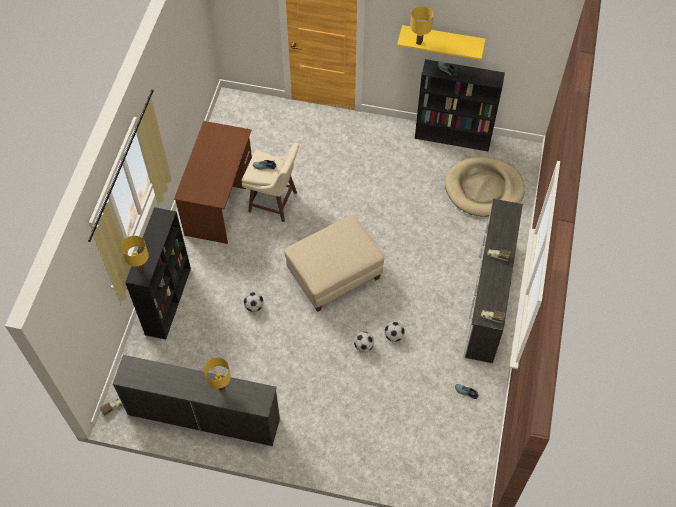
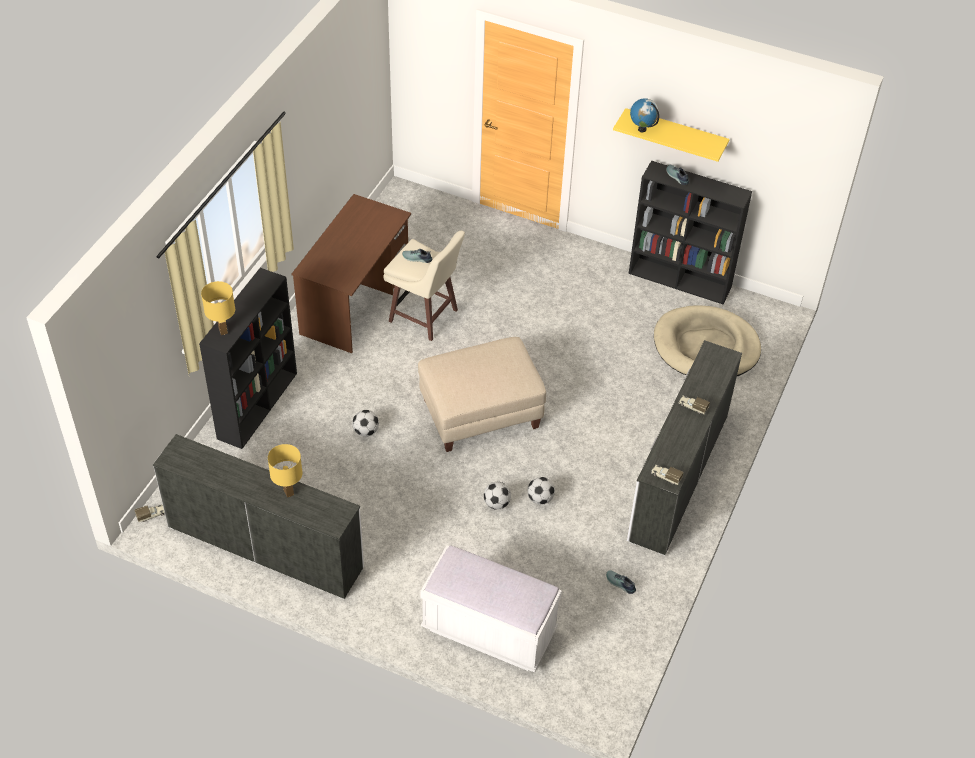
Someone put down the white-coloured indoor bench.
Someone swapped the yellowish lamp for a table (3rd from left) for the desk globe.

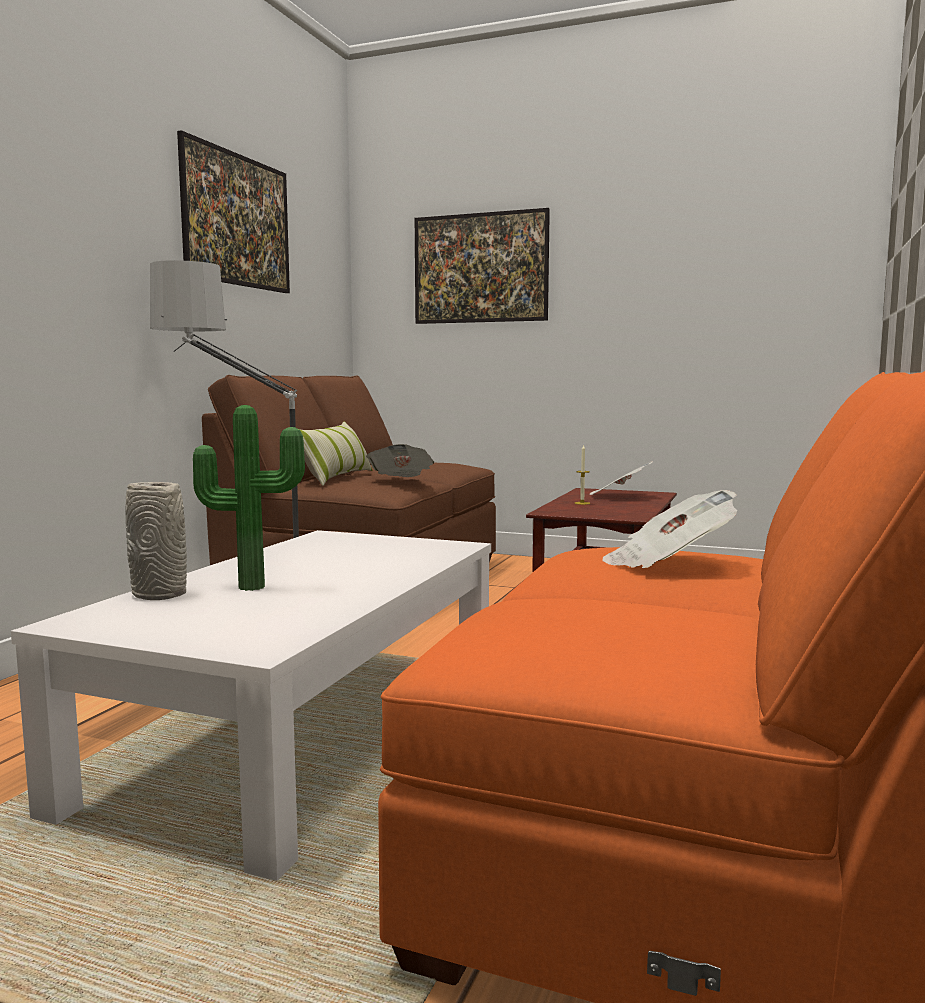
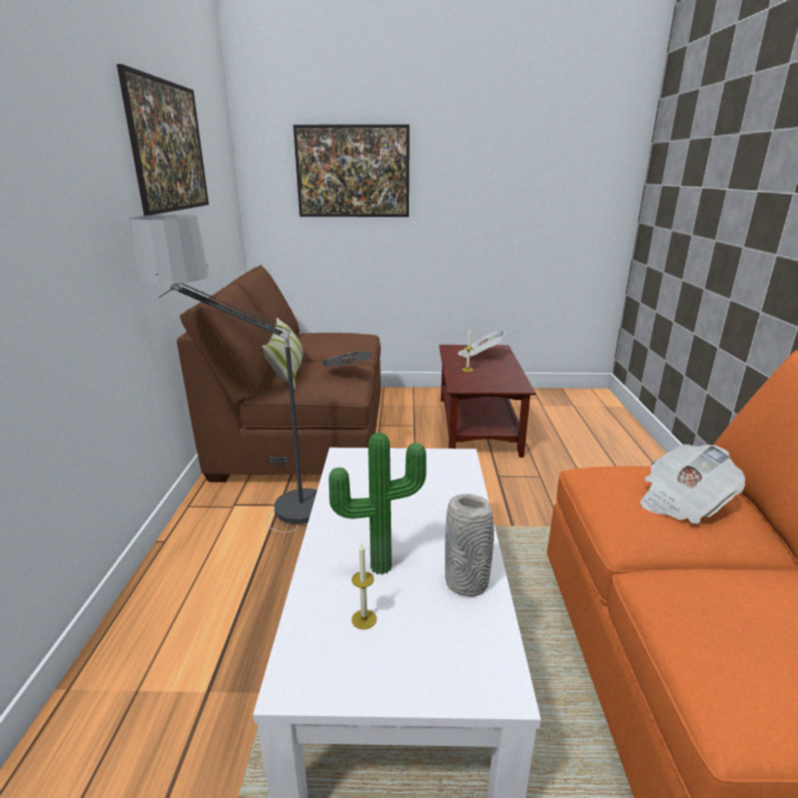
Someone put down the wax candle (1st from left).
Someone carried the greyish vase.

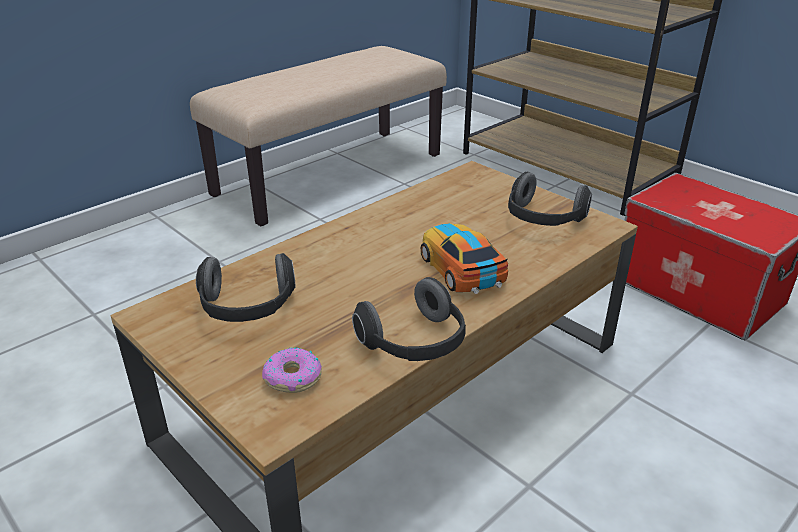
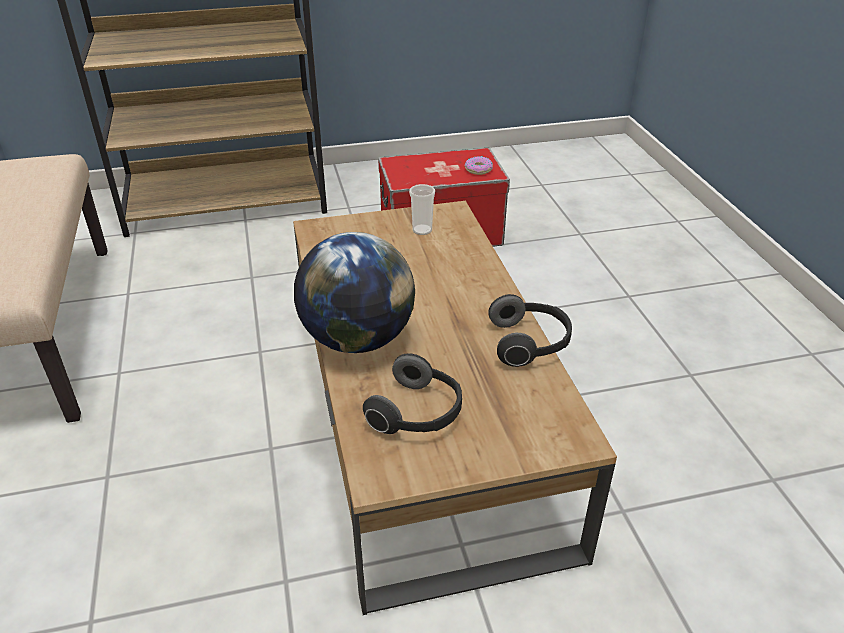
Someone put down the desk globe.
Someone swapped the pair of headphones (3rd from left) for the cup.
Someone carried the ring doughnut.
Someone took away the toy car.

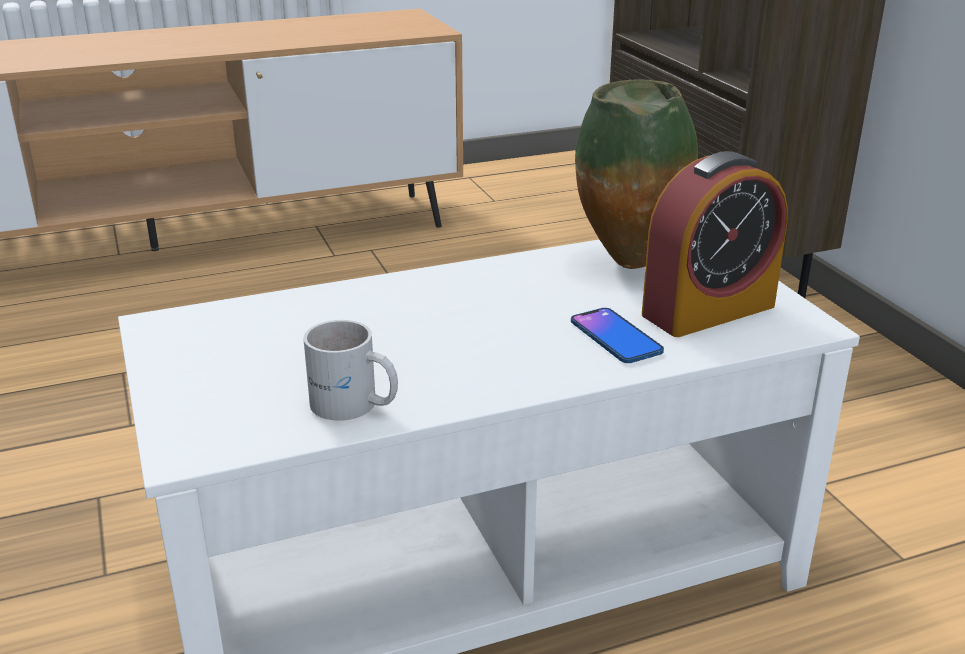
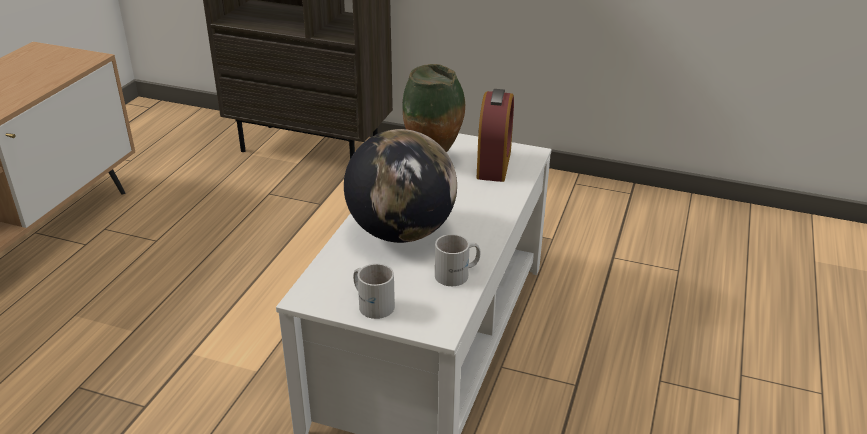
Someone put down the desk globe.
Someone put down the white-coloured coffee mug (1st from left).
Someone took away the handset.

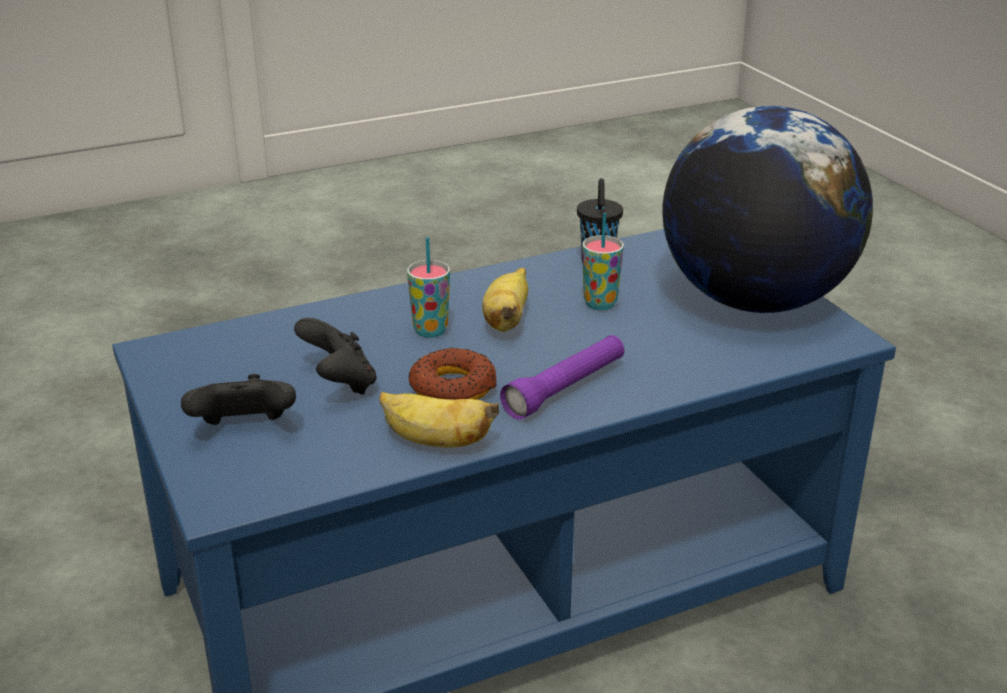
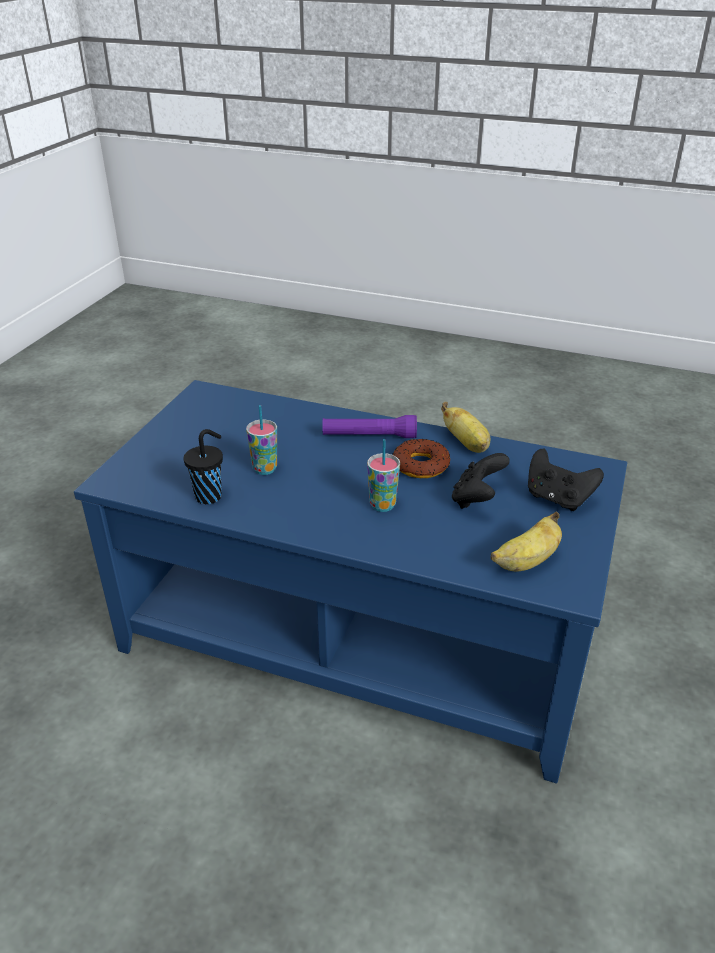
Someone carried the whole banana (2nd from left).
Someone took away the desk globe.

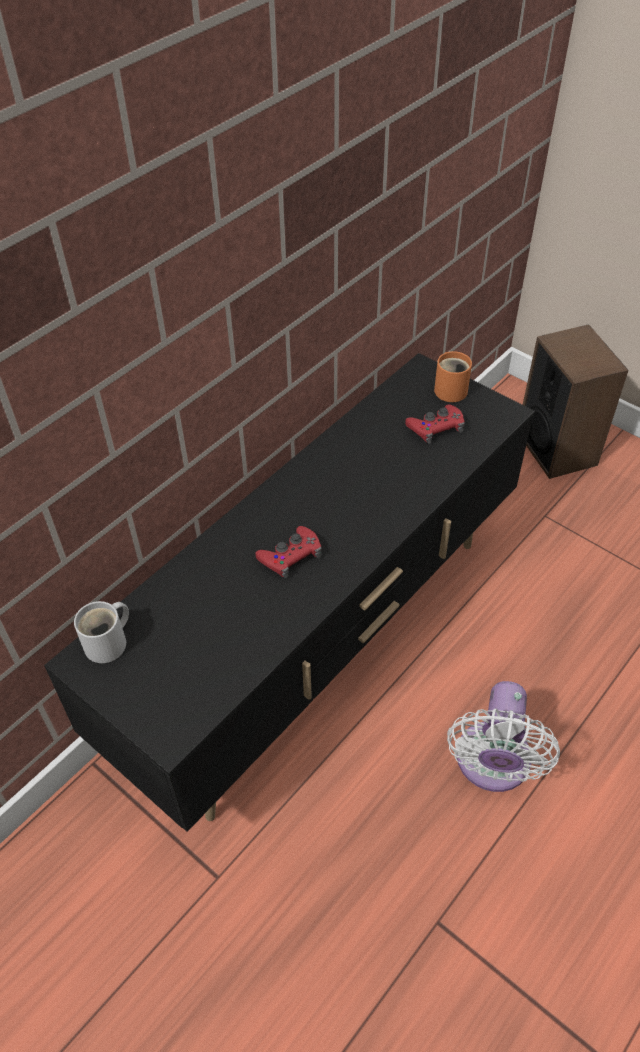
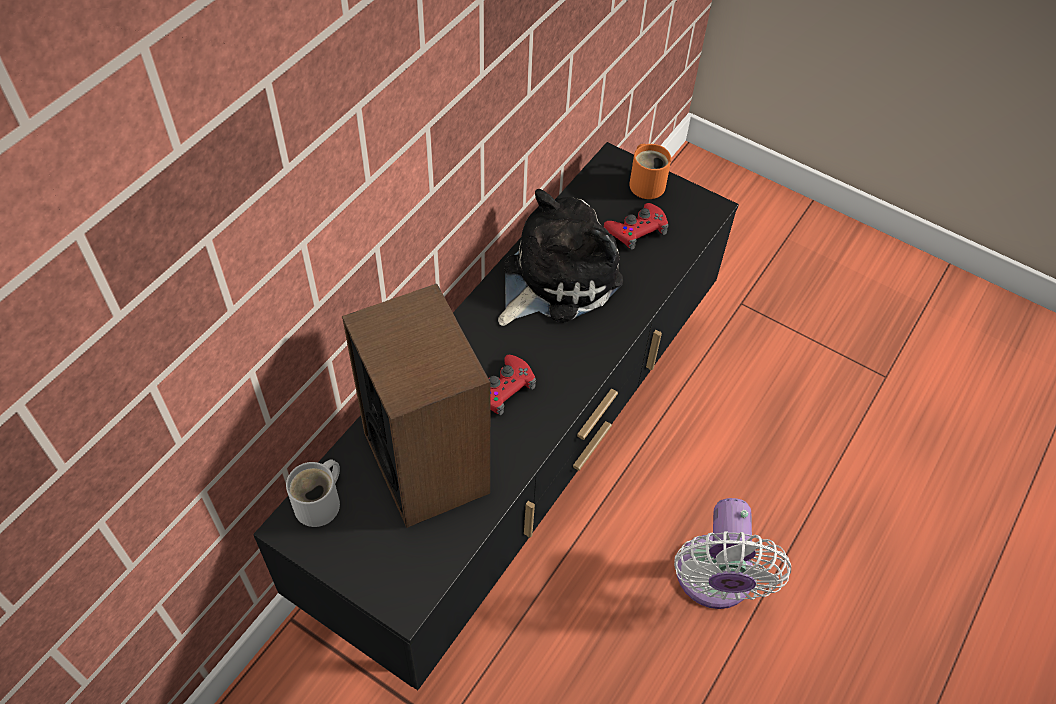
Someone carried the loudspeaker.
Someone put down the soft toy.

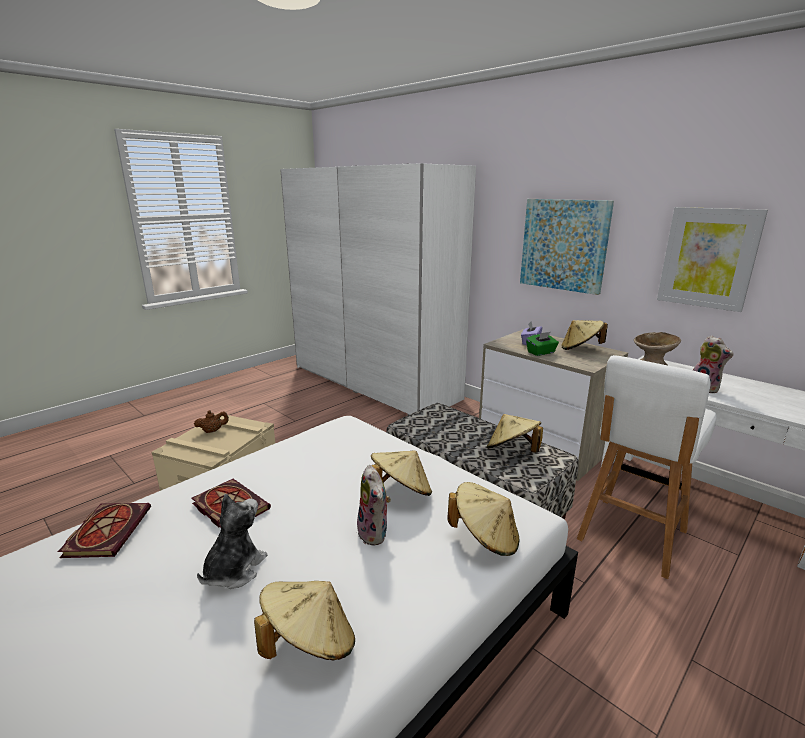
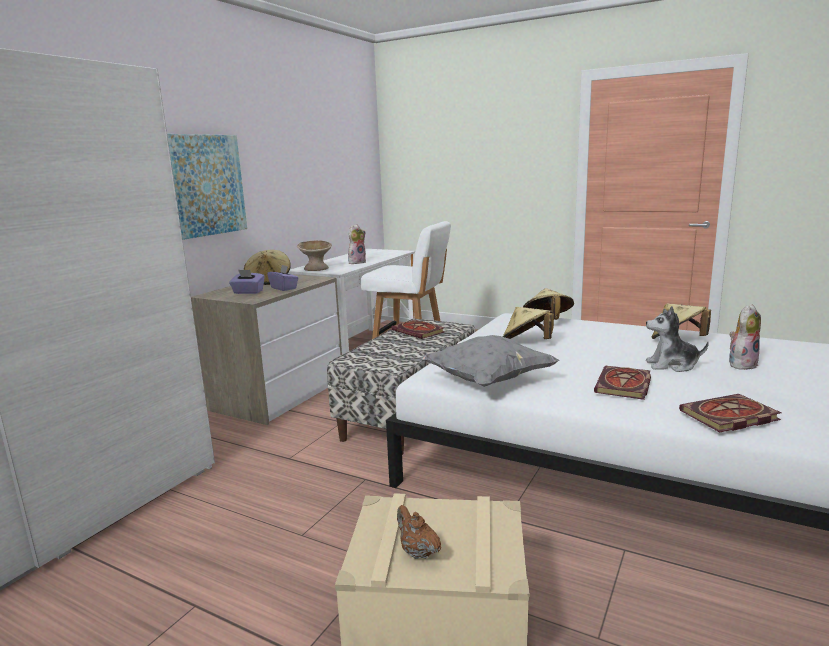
Someone repainted the green-coloured box of tissues, which became the purple-coloured box of tissues (2nd from left).
Someone swapped the beige hat (4th from left) for the volume (1st from left).
Someone put down the greyish pillow.
Someone carried the soft toy (2nd from left in the first image).
Someone took away the wall picture (2nd from left).

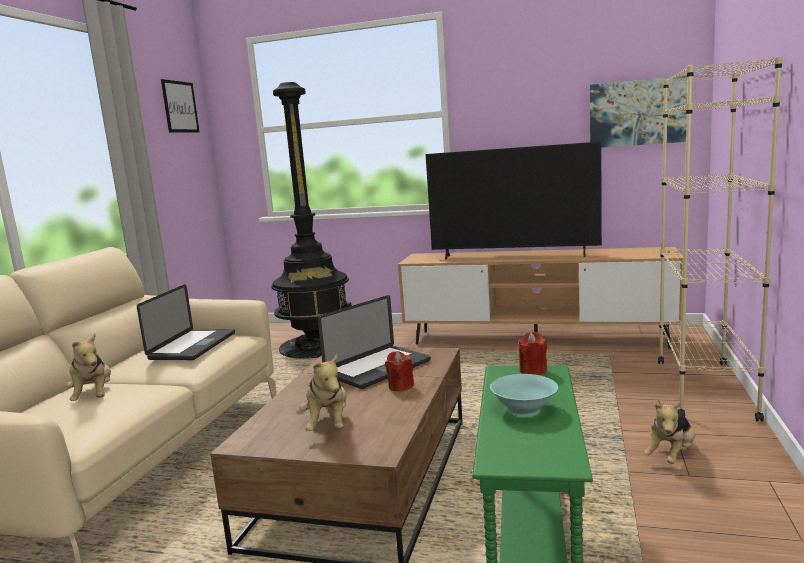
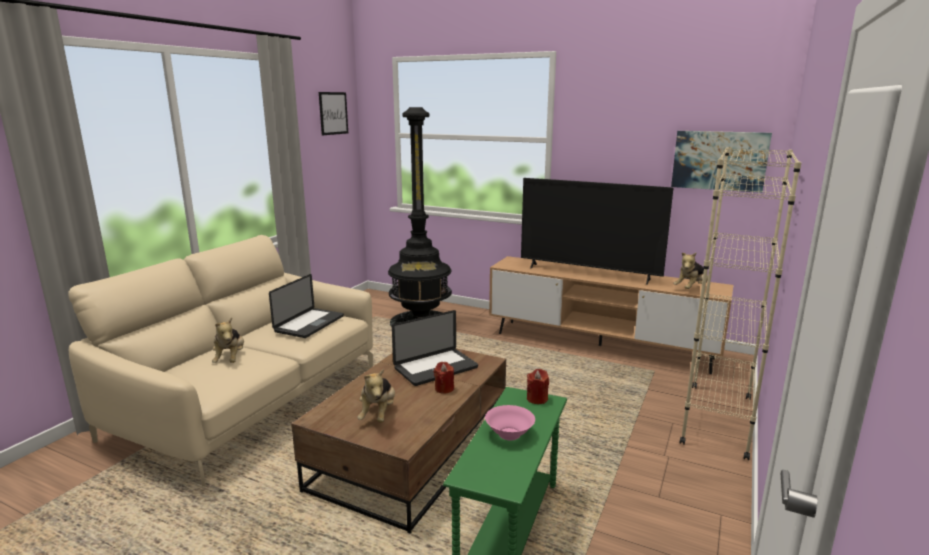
Someone repainted the blue-green serving bowl, which became the pink serving bowl.
Someone carried the soft toy (3rd from left).

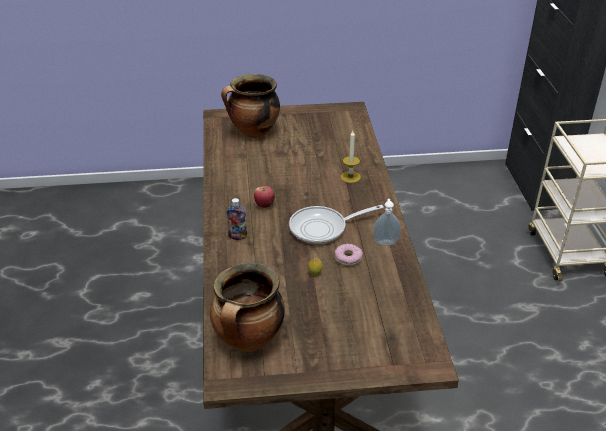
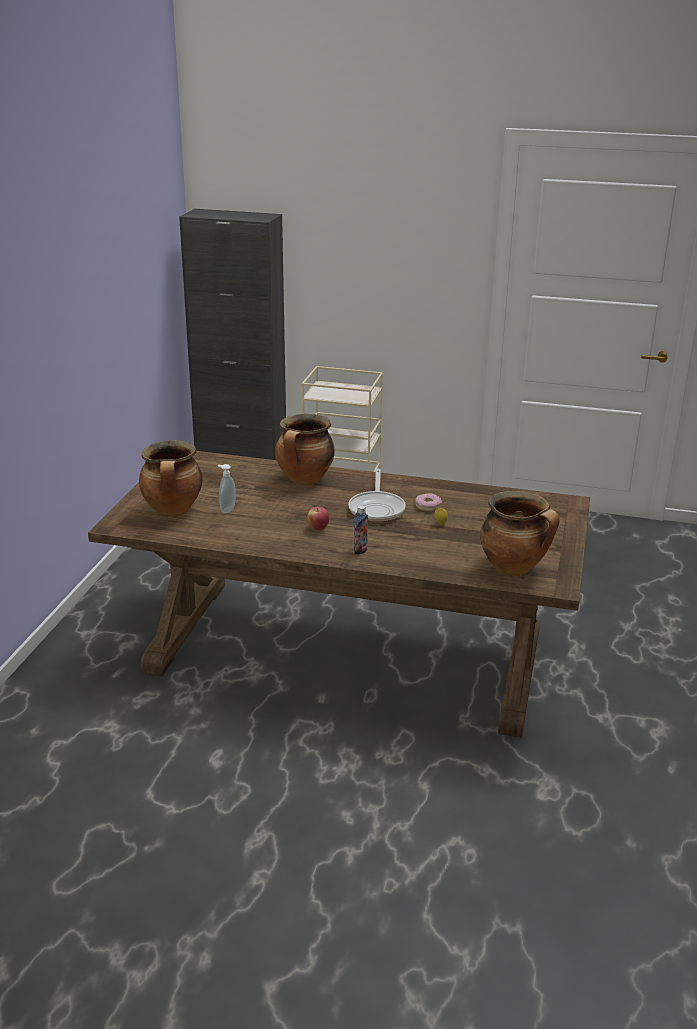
Someone carried the soap bottle.
Someone swapped the wax candle for the saucepot (2nd from left).

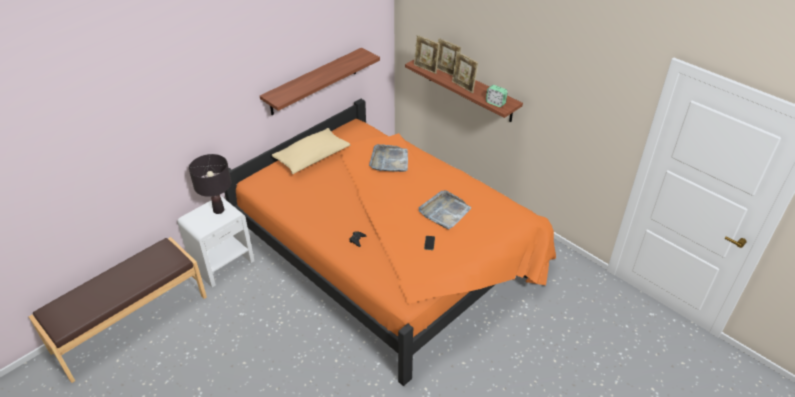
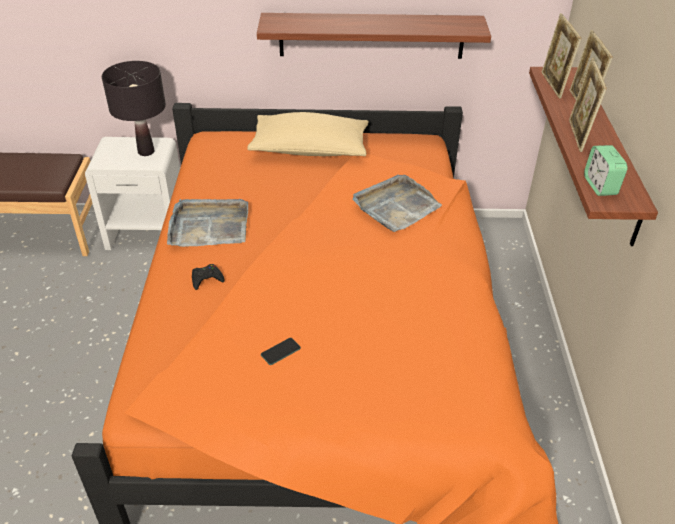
Someone carried the greyish carrying tray (2nd from left in the first image).

